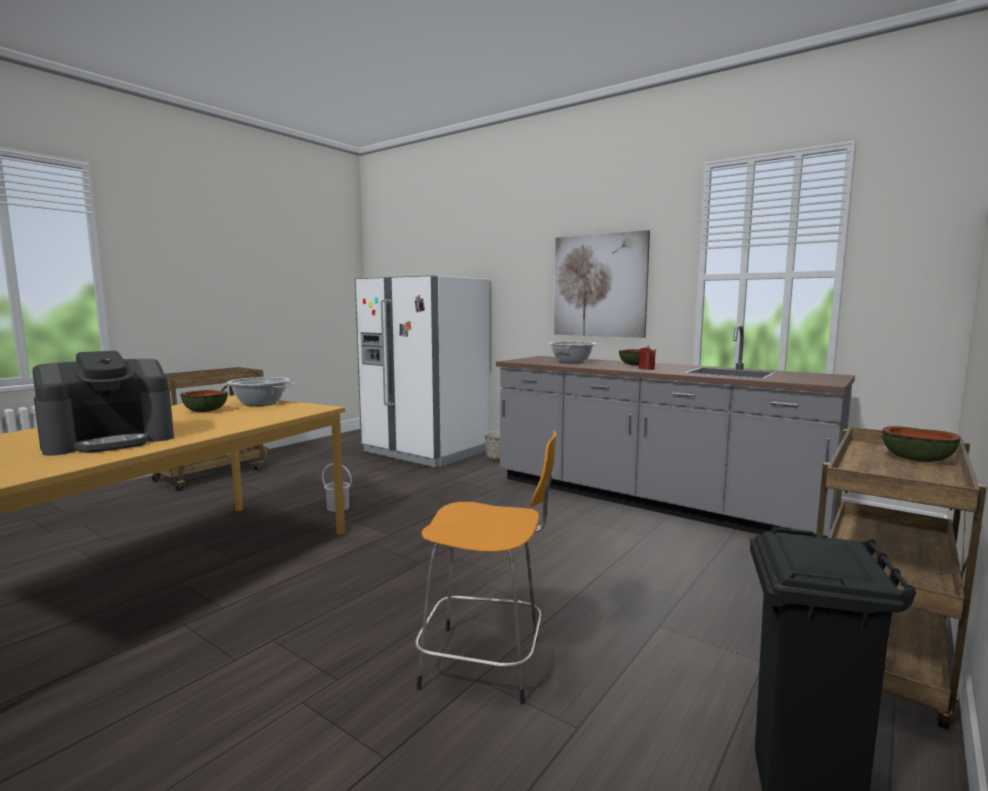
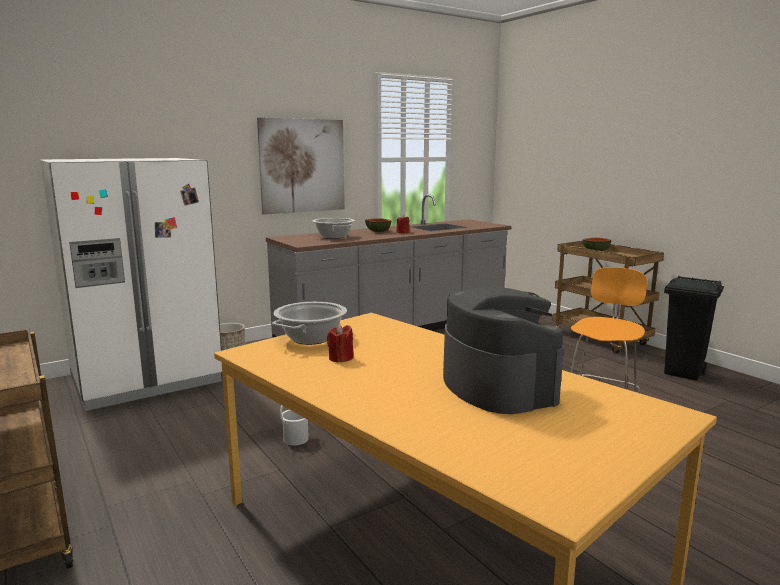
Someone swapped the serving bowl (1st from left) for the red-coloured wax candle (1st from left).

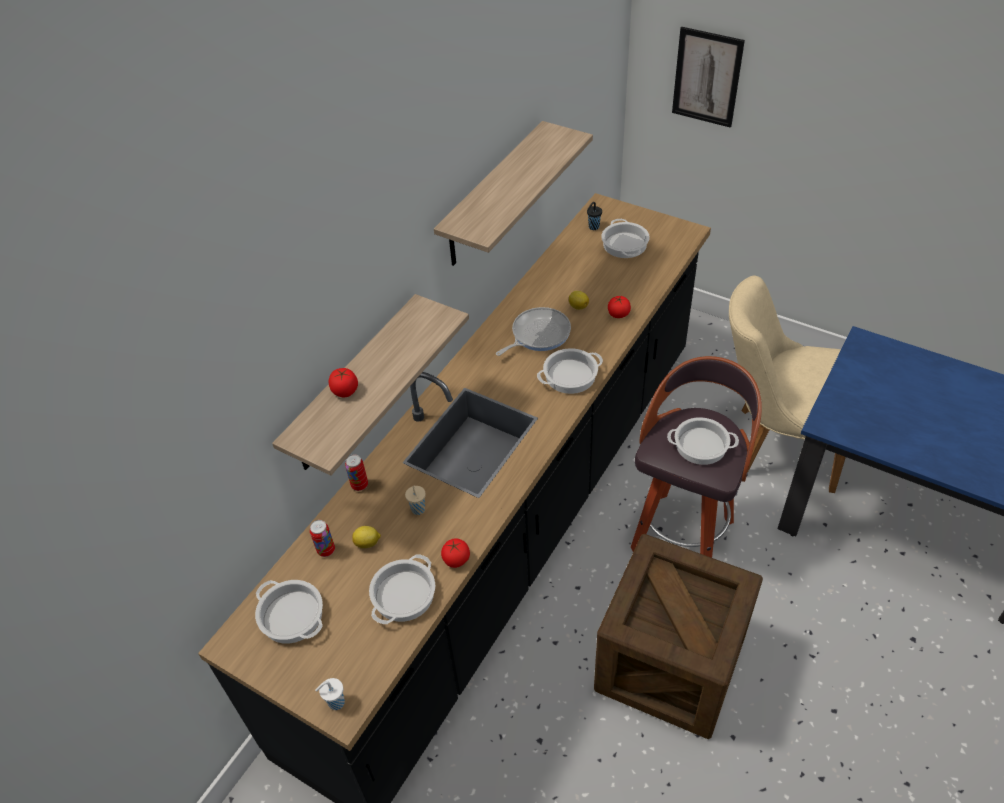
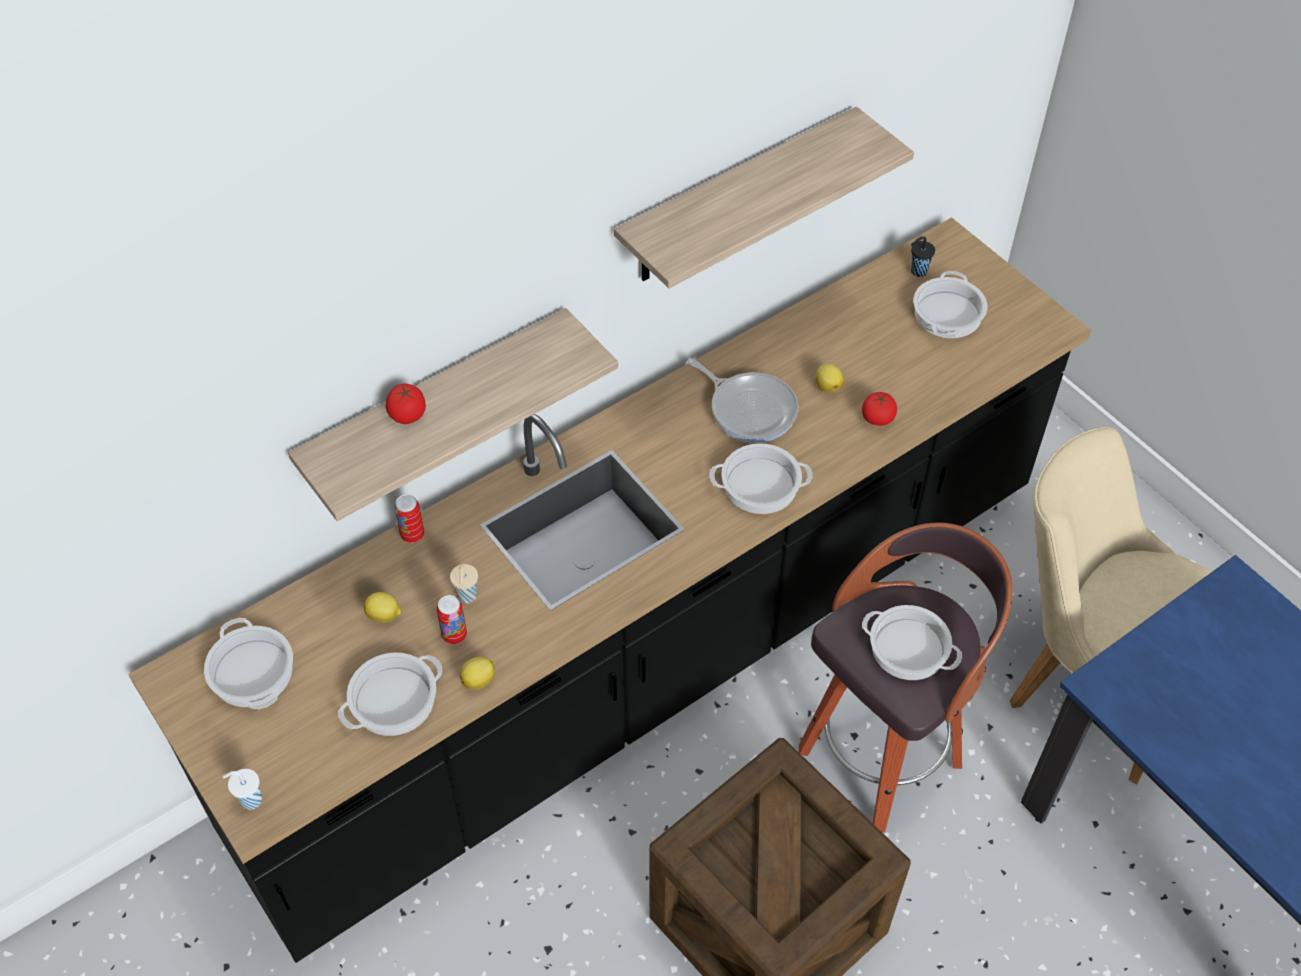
Someone carried the sealed can (1st from left in the first image).
Someone swapped the whole tomato (2nd from left) for the lemon (2nd from left).
Someone rotated the skillet by 60 degrees clockwise.
Someone took away the wall picture.

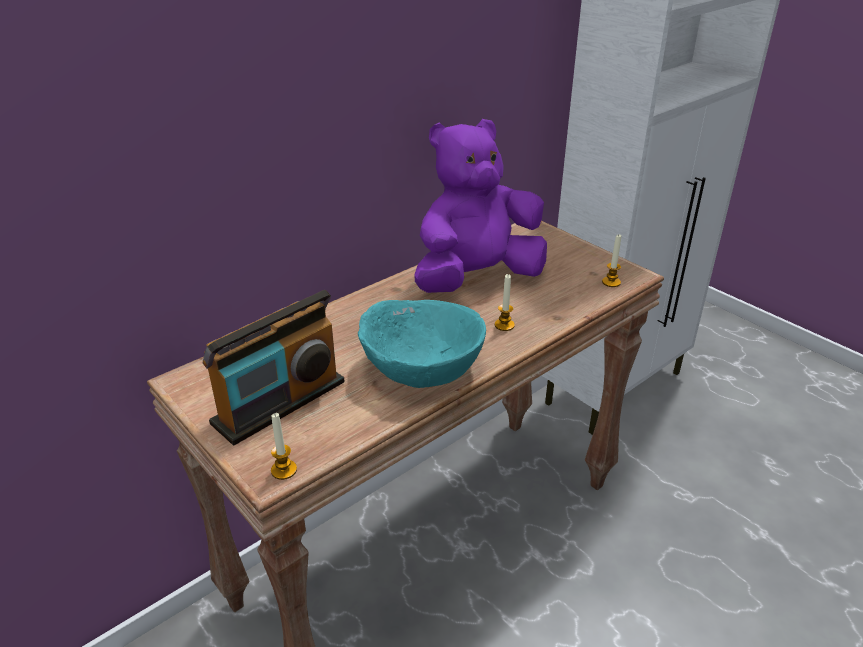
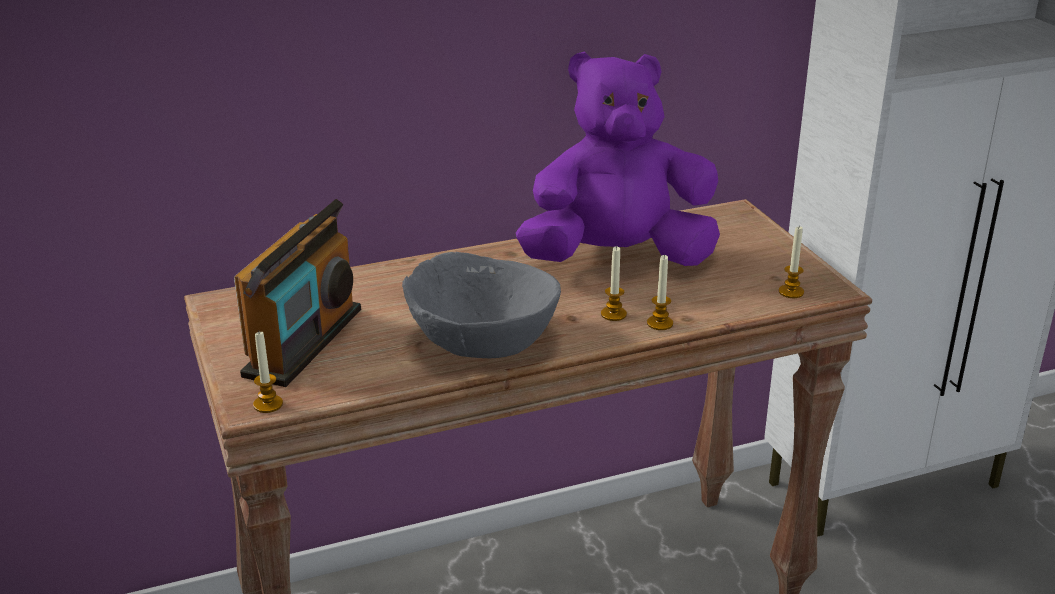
Someone rotated the radio set by 45 degrees counterclockwise.
Someone repainted the blue-green serving bowl, which became the greyish serving bowl.
Someone put down the wax candle (3rd from left).

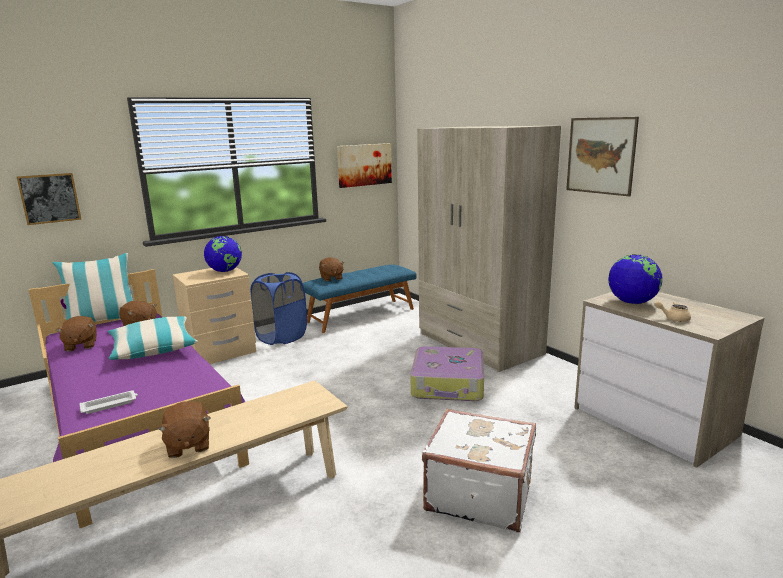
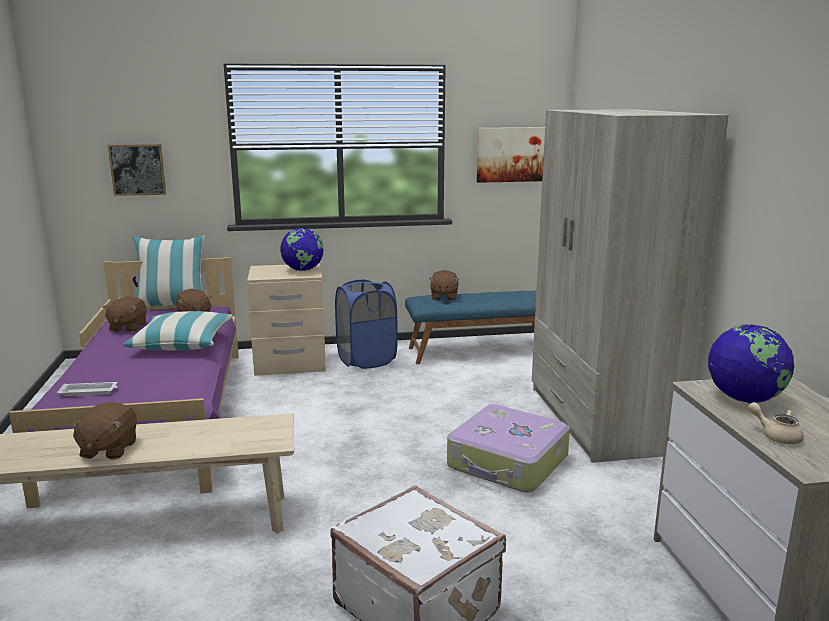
Someone took away the wall picture (3rd from left).

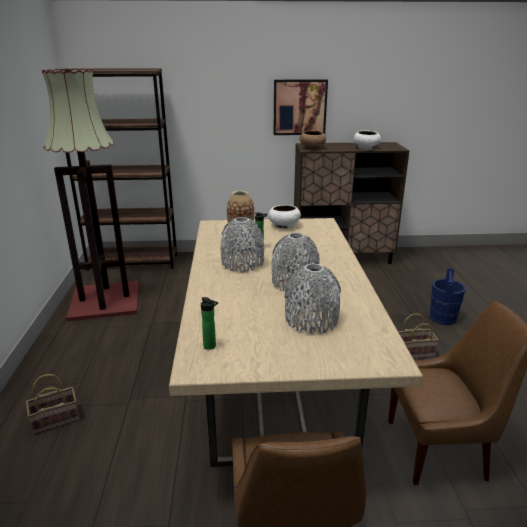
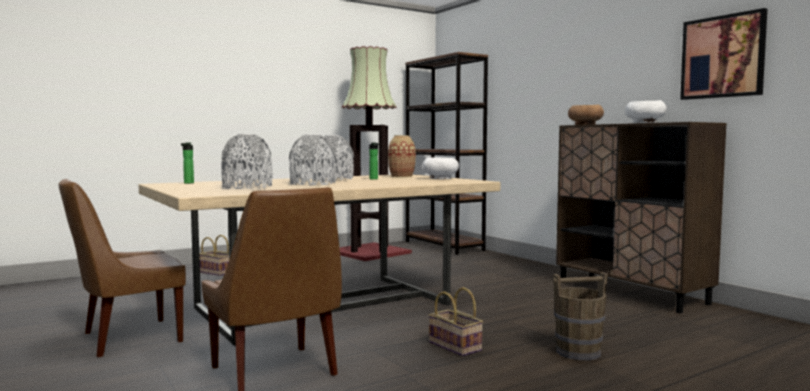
Someone repainted the blue bucket, which became the brown-coloured bucket.
Someone carried the wall picture.

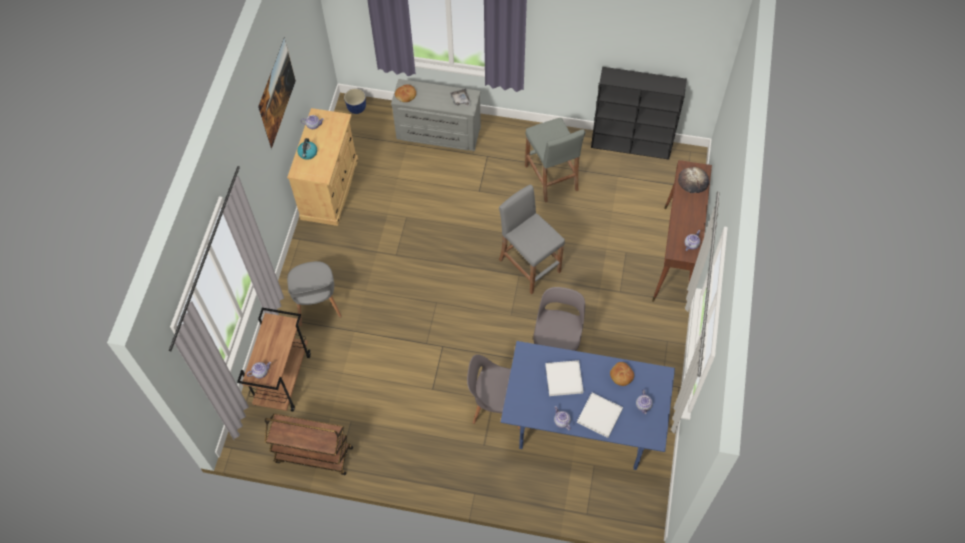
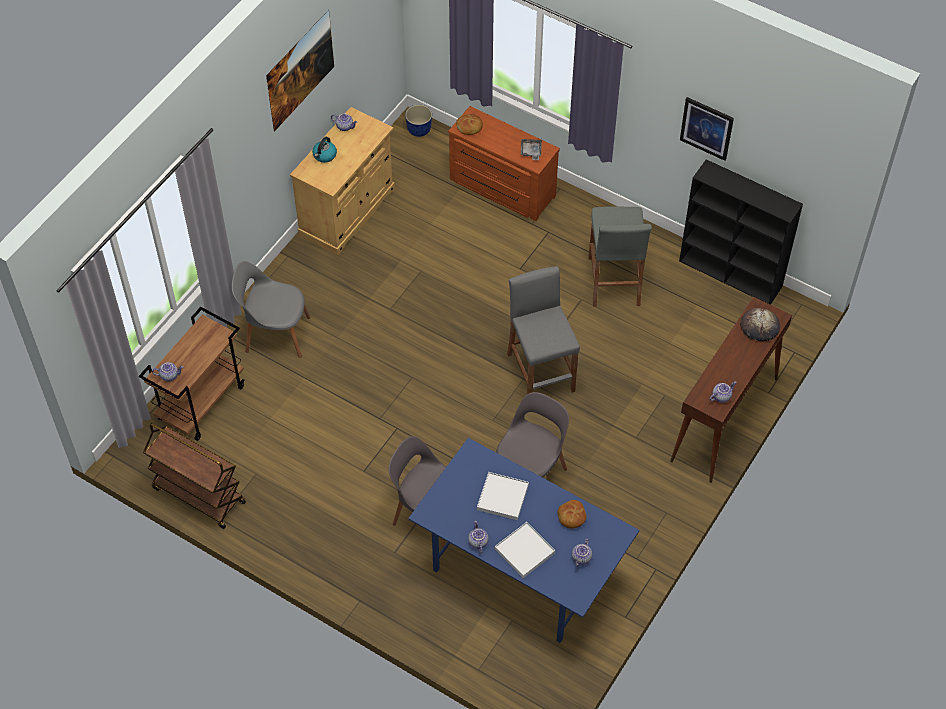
Someone rotated the greyish plain chair (1st from left) by 90 degrees clockwise.
Someone repainted the greyish dresser, which became the brown-coloured dresser.
Someone put up the wall picture (2nd from left).

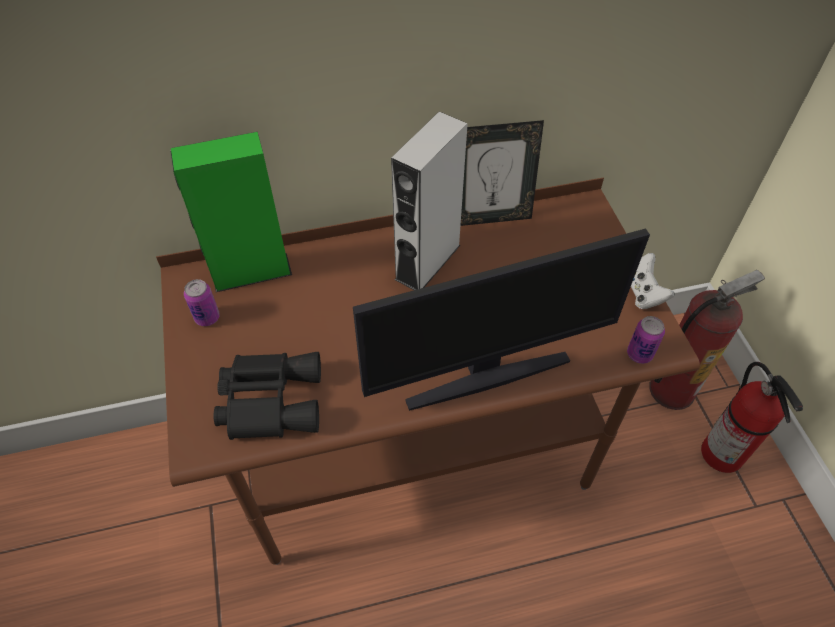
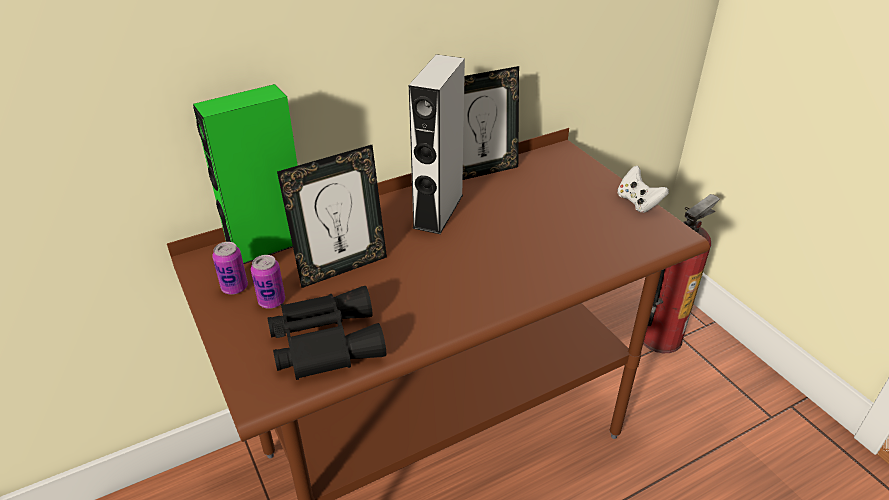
Someone carried the sealed can (2nd from left).
Someone put down the photo frame (1st from left).
Someone took away the monitor.
Someone took away the fire-fighting cylinder (2nd from left).

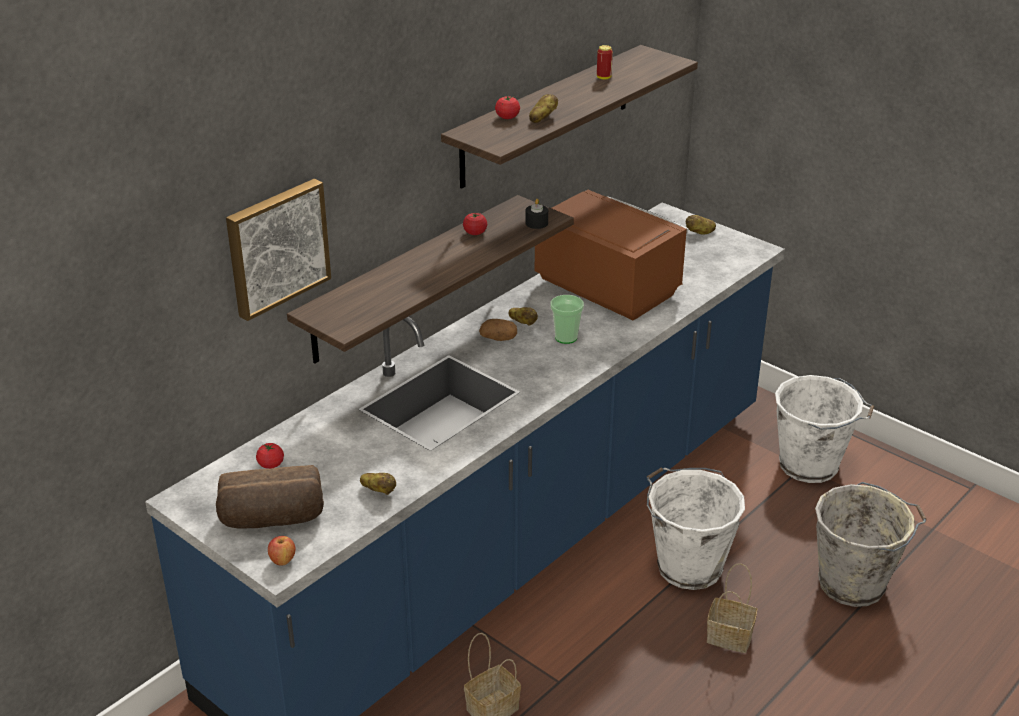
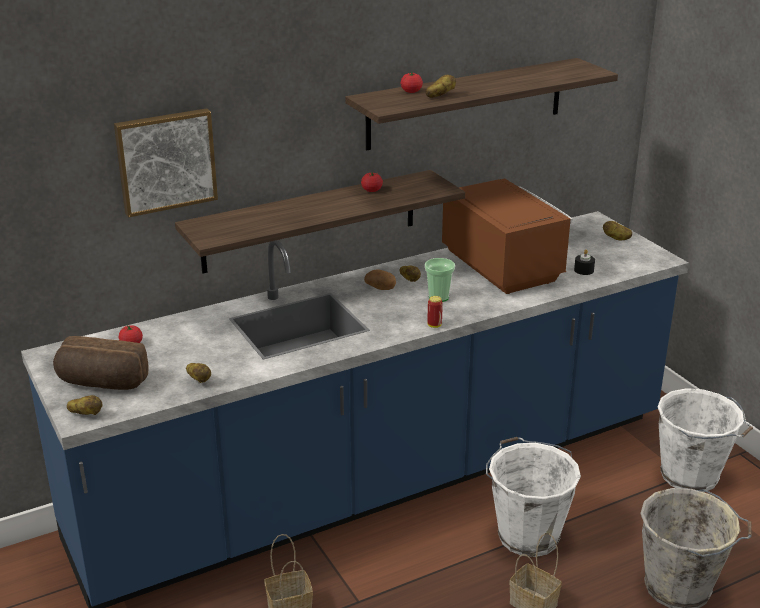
Someone swapped the apple for the spud (1st from left).
Someone carried the sealed can.
Someone carried the black wax candle.

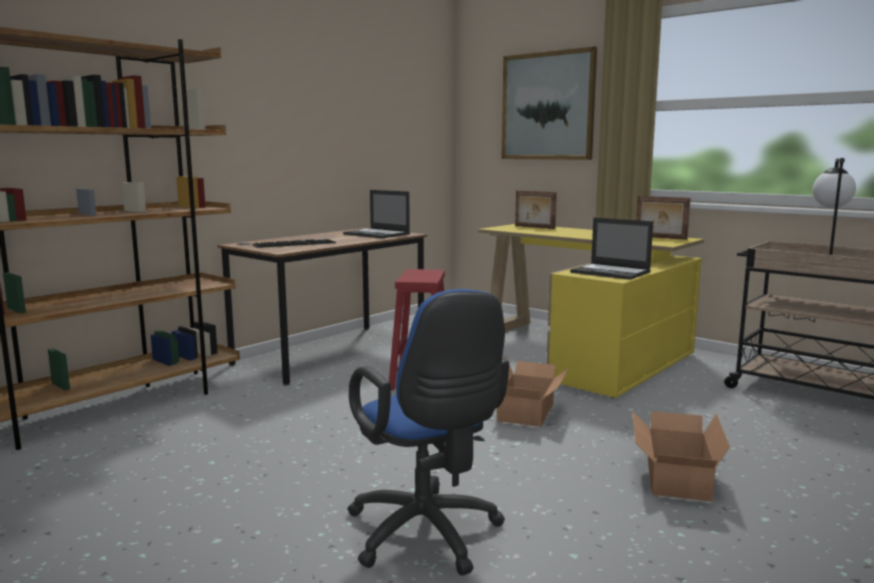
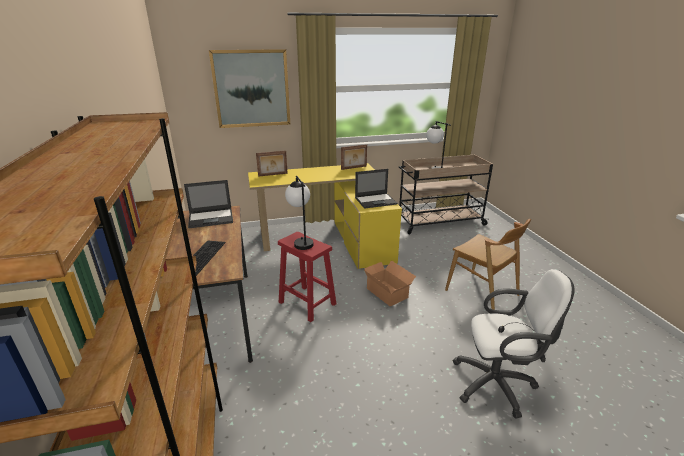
Someone put down the lamp for a table (1st from left).
Someone swapped the carton (2nd from left) for the brown-coloured plain chair.
Someone repainted the blue computer chair, which became the white-coloured computer chair.

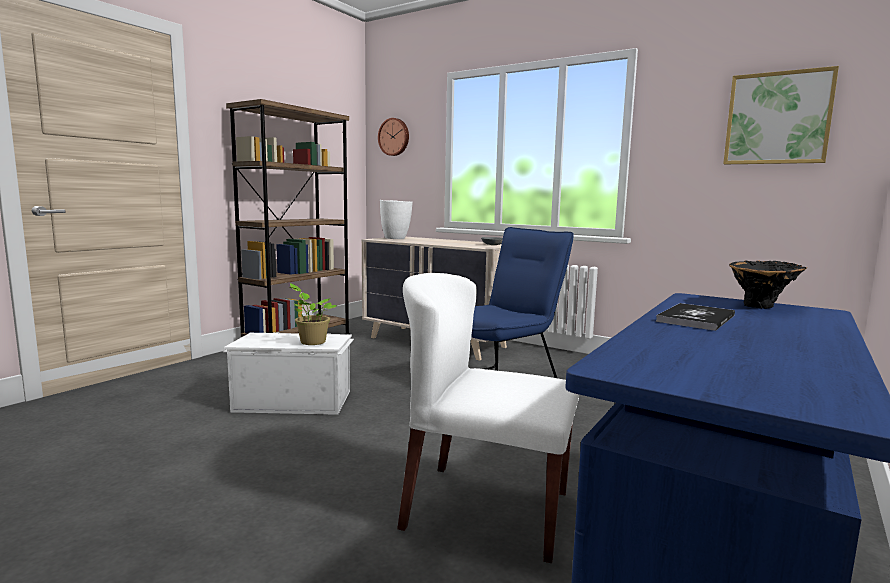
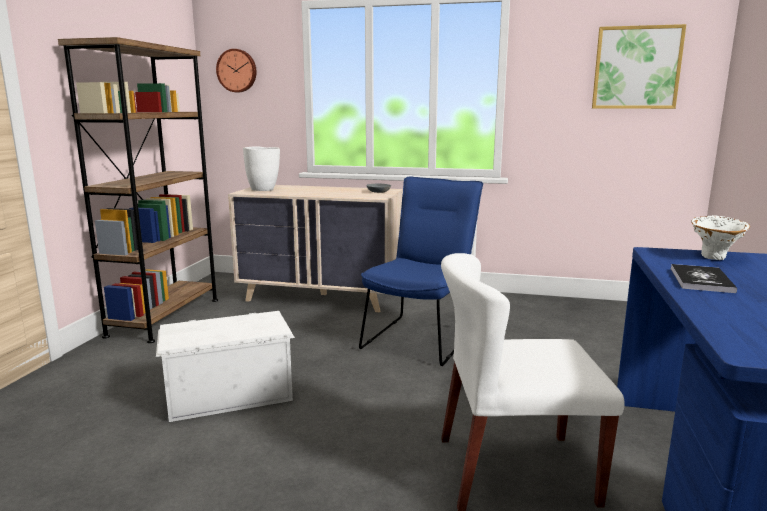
Someone repainted the black vase, which became the white-coloured vase (2nd from left).
Someone took away the plant in a pot.

